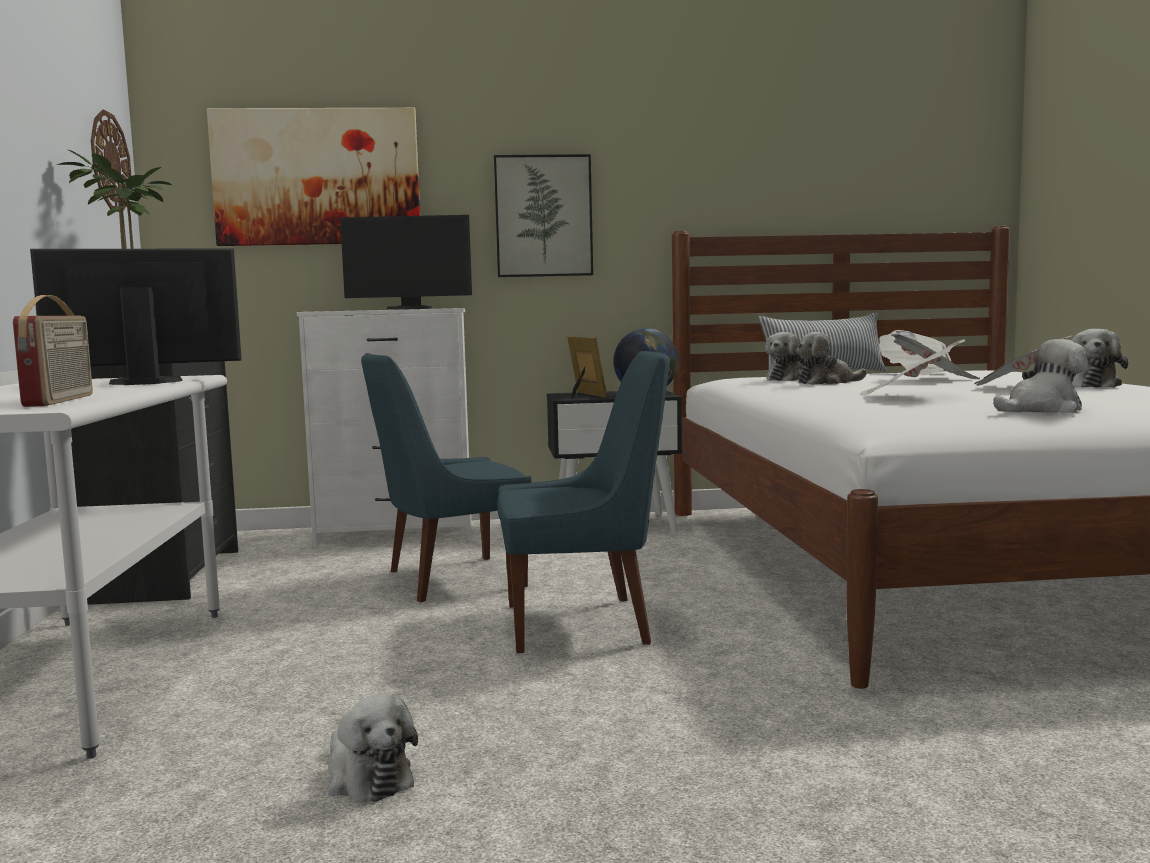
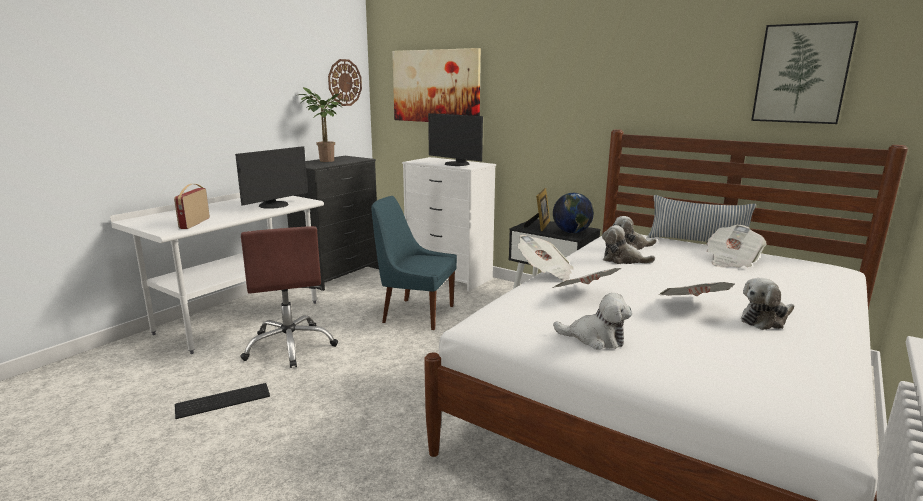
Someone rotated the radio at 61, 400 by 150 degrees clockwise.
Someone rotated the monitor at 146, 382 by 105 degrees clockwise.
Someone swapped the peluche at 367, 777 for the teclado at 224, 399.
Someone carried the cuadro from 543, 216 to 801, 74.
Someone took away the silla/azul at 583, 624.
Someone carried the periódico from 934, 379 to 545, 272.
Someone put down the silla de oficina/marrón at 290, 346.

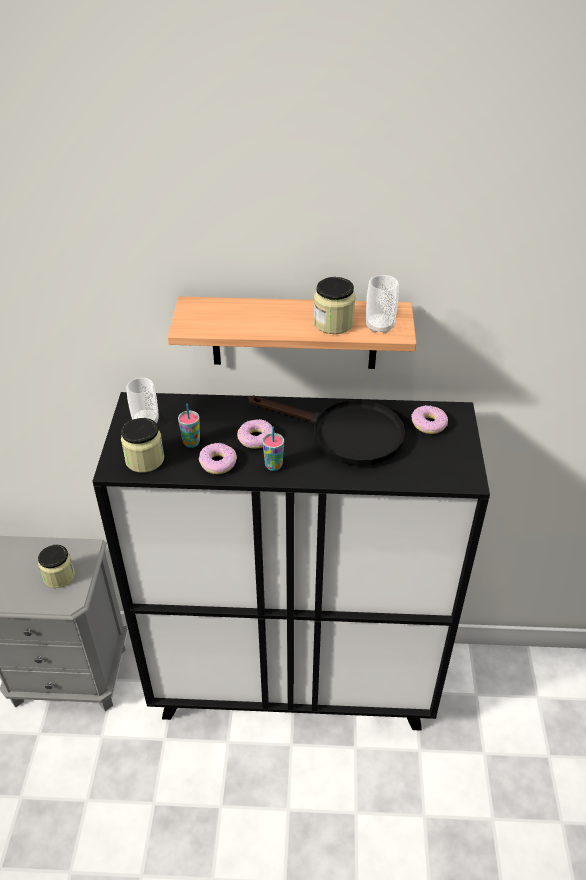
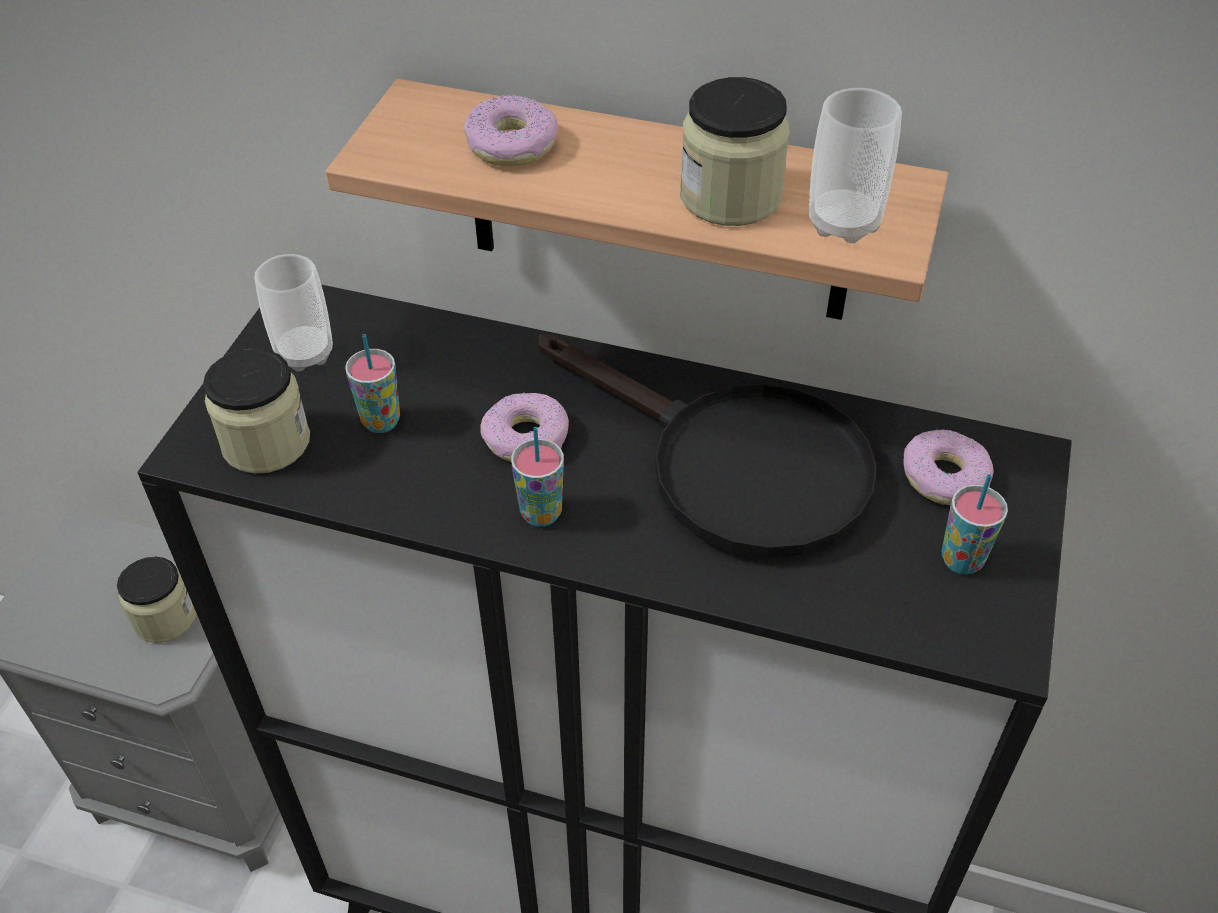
Someone carried the rosquilla from 218, 463 to 512, 144.
Someone put down the taza at 961, 560.

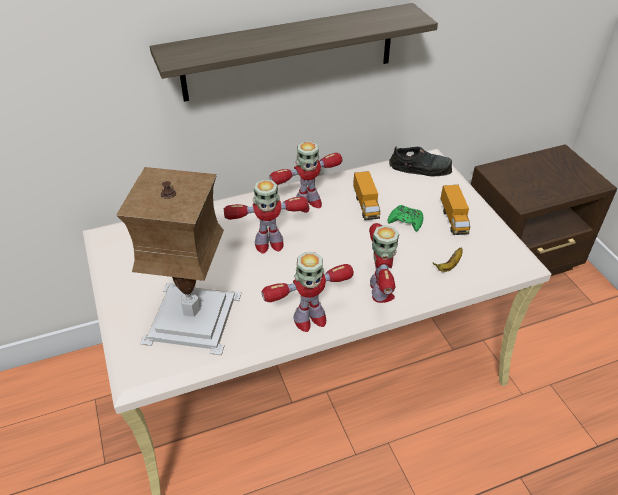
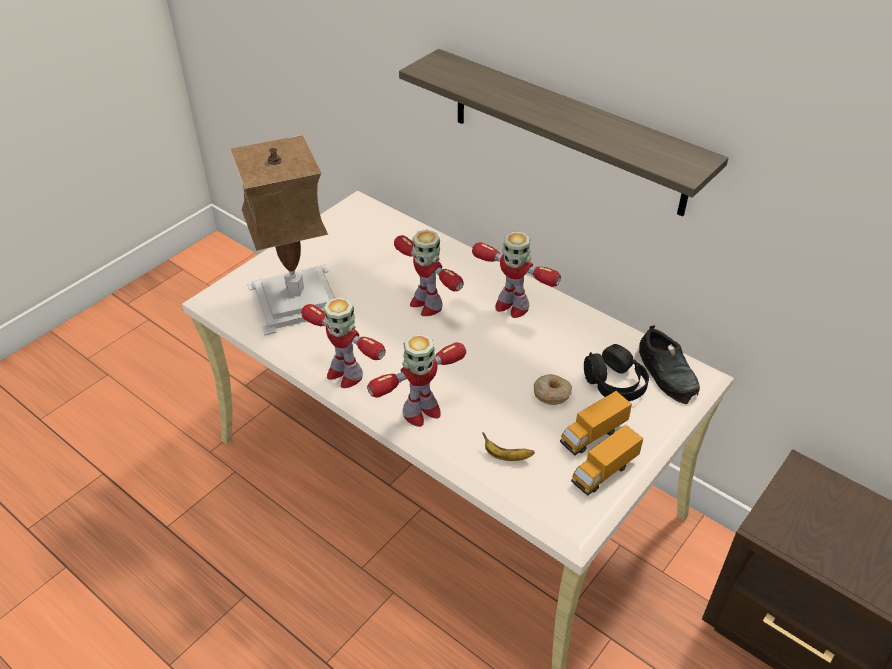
Someone carried the camión de juguete from 366, 205 to 604, 472.
Someone swapped the mando de consola/verde at 406, 221 for the rosquilla at 552, 393.
Someone put down the auriculares/negro at 615, 383.

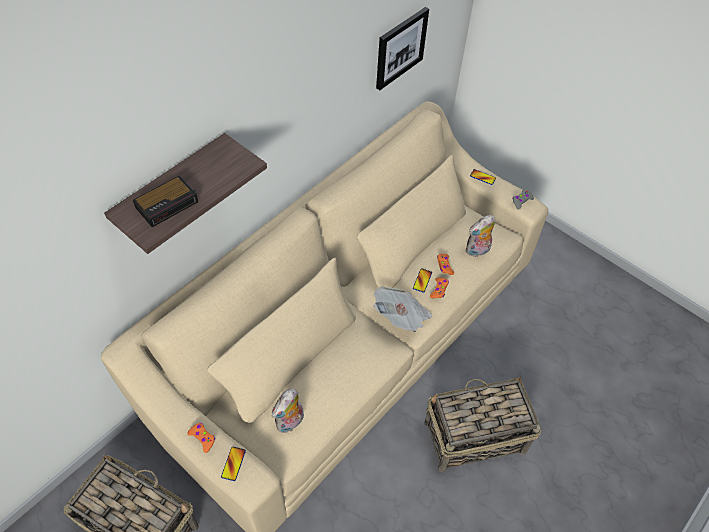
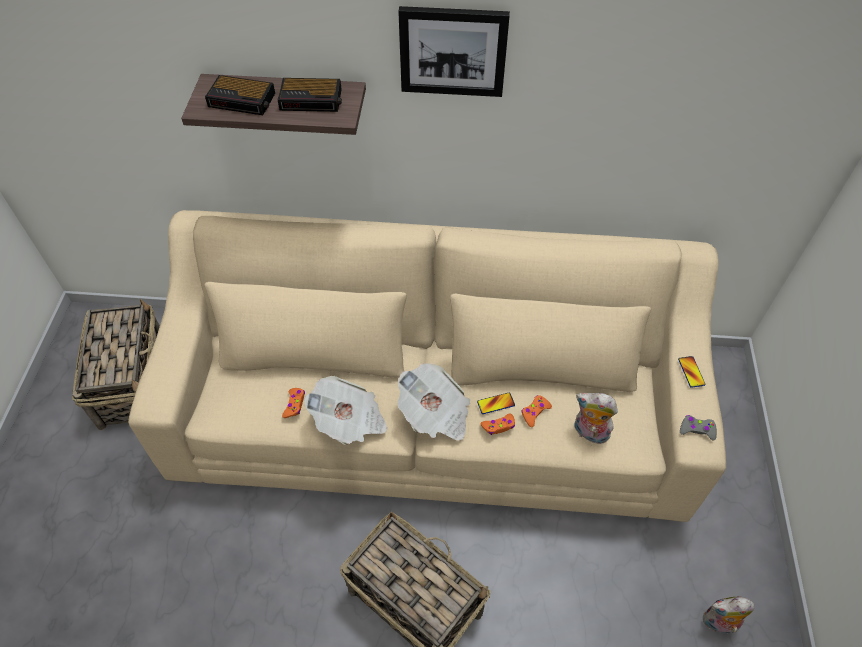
Someone carried the mando de consola/naranja from 202, 438 to 294, 404.
Someone took away the móvil at 233, 464.
Someone carried the peluche from 290, 423 to 718, 623.
Someone carried the cuadro from 400, 47 to 453, 51.
Someone put down the despertador at 312, 99.
Someone put down the periódico at 349, 421.

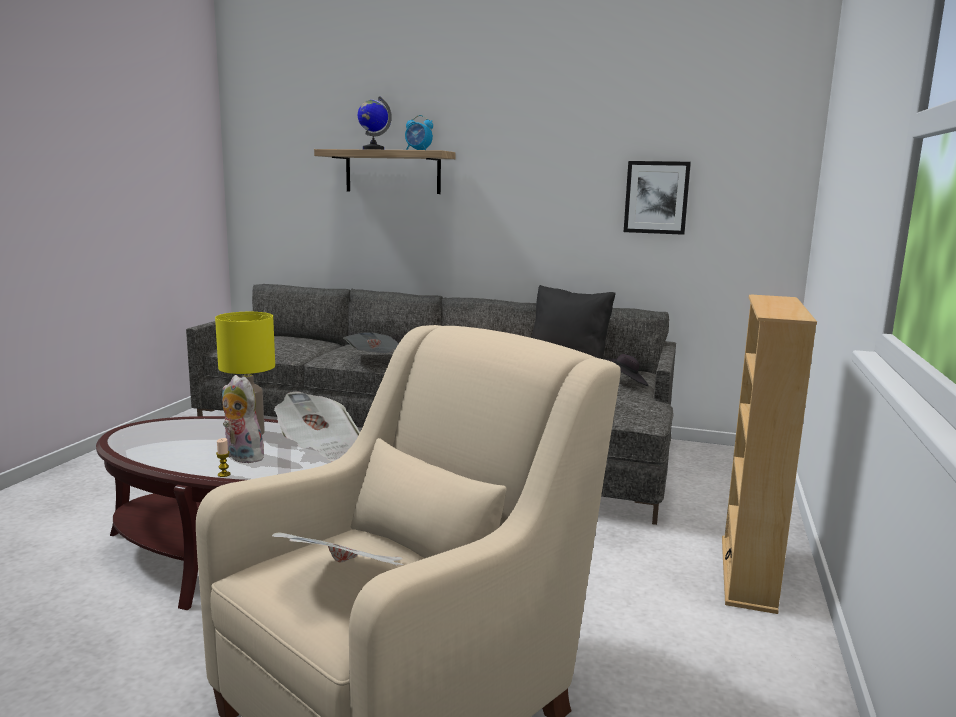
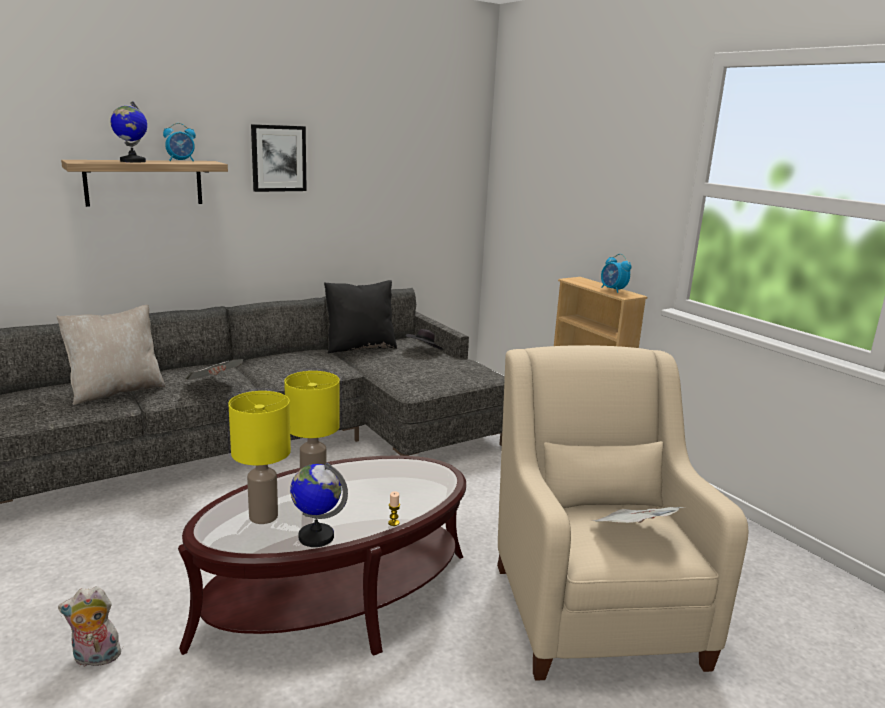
Someone carried the peluche from 241, 457 to 95, 659.
Someone took away the periódico at 320, 448.
Someone carried the cuadro from 656, 197 to 278, 158.
Someone put down the cojín/beis at 116, 391.
Someone put down the lámpara de mesa/amarillo at 263, 516.
Someone put down the globo terráqueo at 316, 536.
Someone put down the despertador at 613, 290.

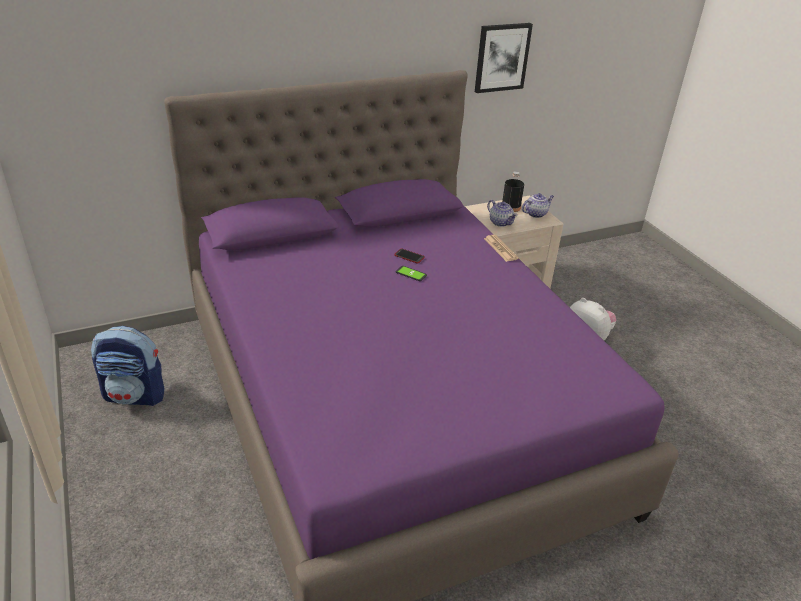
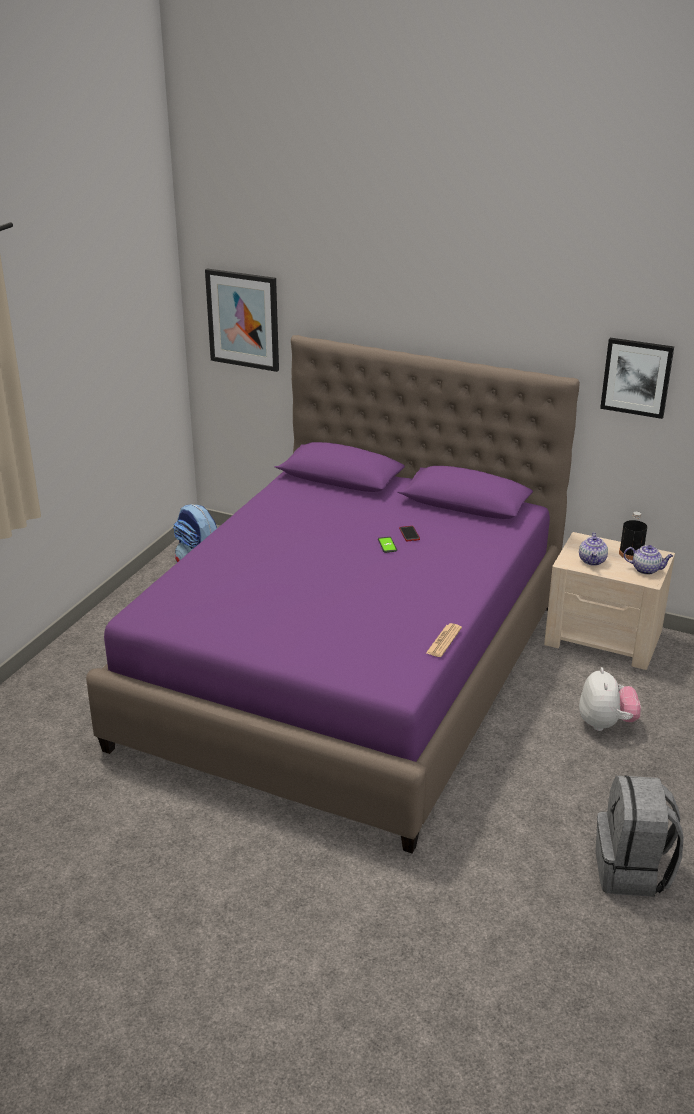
Someone carried the periódico from 500, 249 to 444, 641.
Someone put up the cuadro at 243, 319.
Someone put down the mochila/gris at 632, 871.

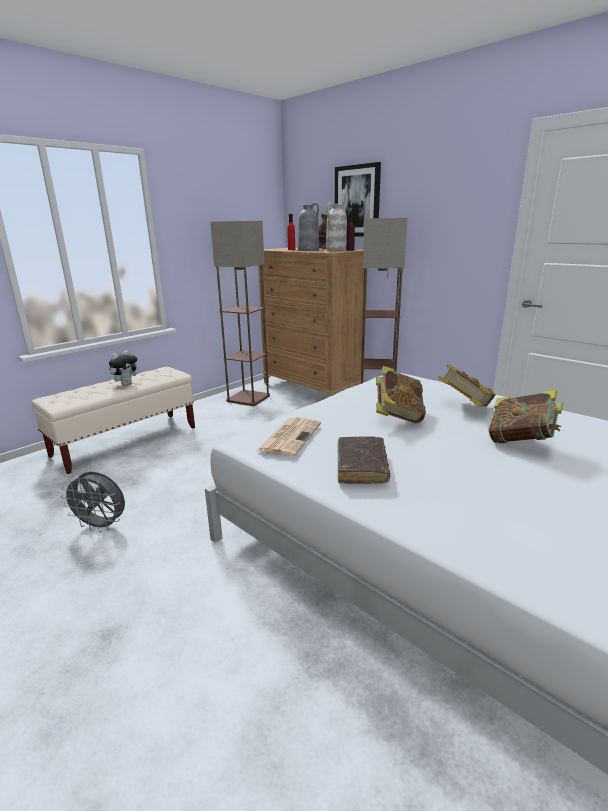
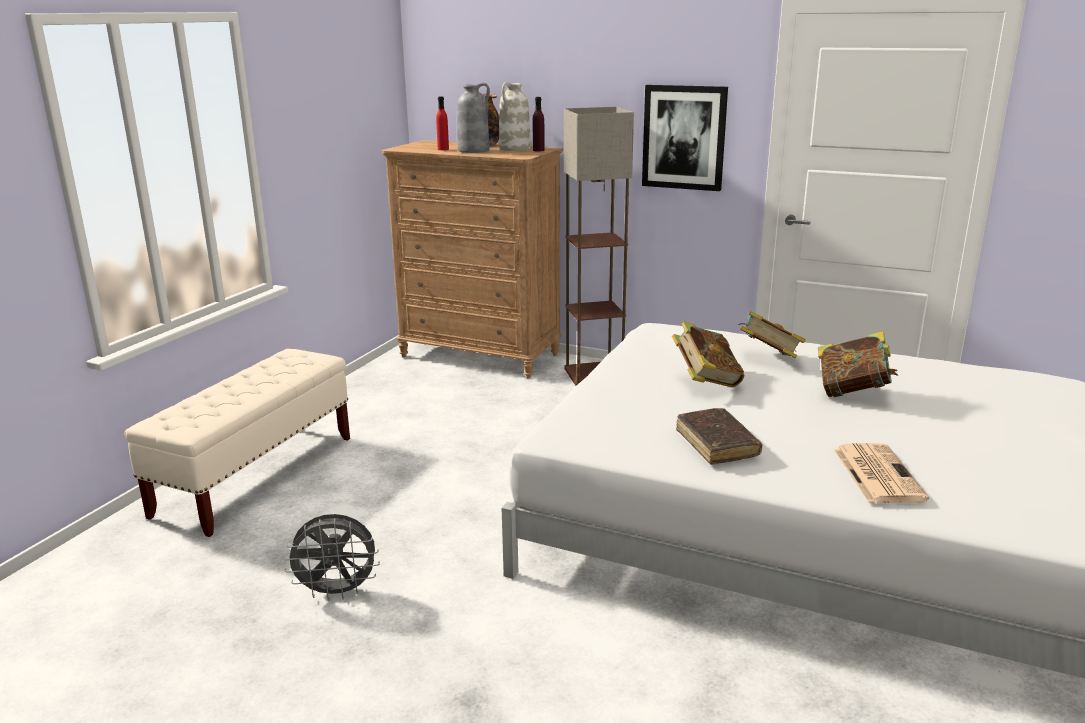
Someone took away the peluche at 126, 384.
Someone took away the lámpara de pie at 249, 398.
Someone carried the periódico from 290, 436 to 876, 473.
Someone carried the cuadro from 357, 201 to 684, 137.

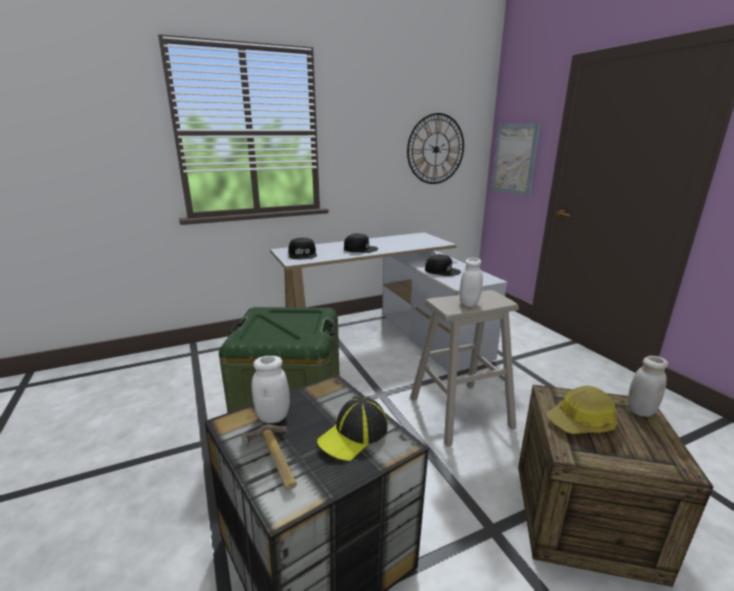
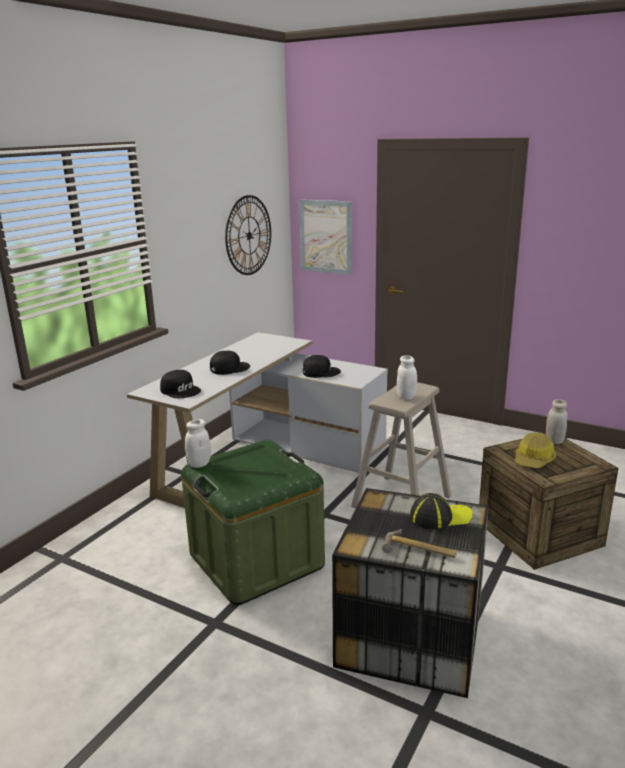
Someone carried the tarro/blanco from 273, 416 to 199, 464.
Someone rotated the gorra at 354, 434 by 105 degrees counterclockwise.

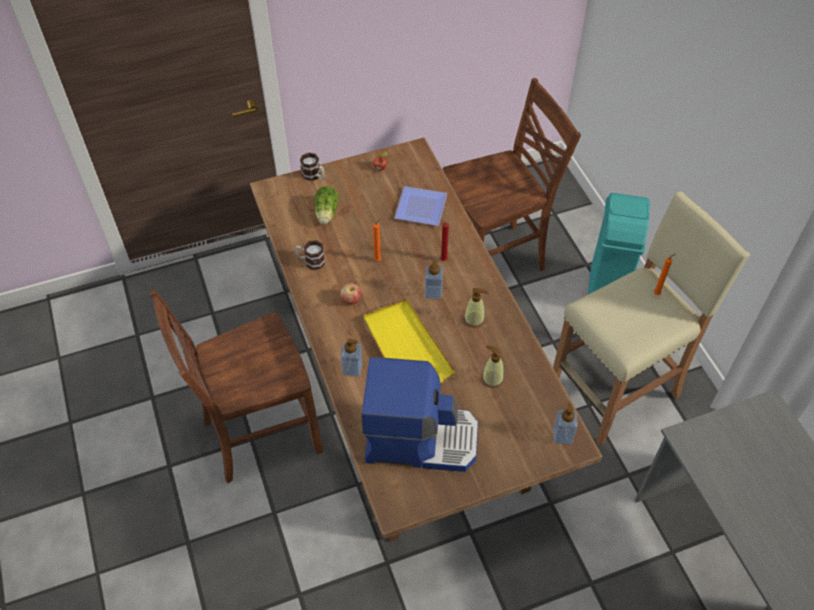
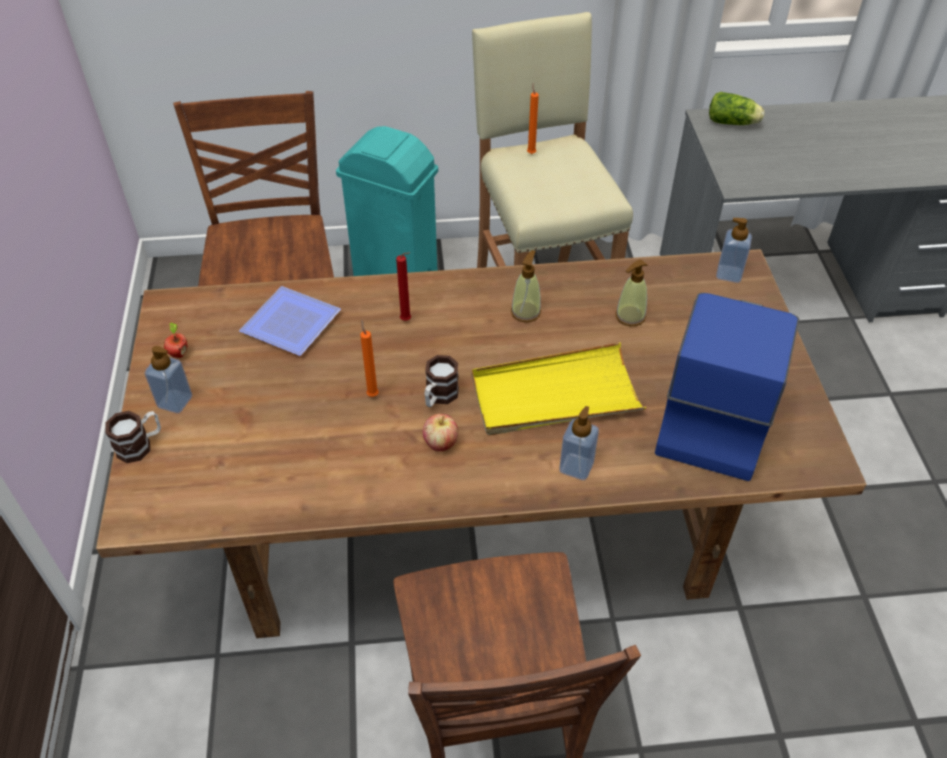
Someone carried the taza grande from 311, 261 to 439, 397.
Someone carried the lechuga from 326, 213 to 733, 123.
Someone carried the dispensador de jabón from 433, 292 to 175, 401.

